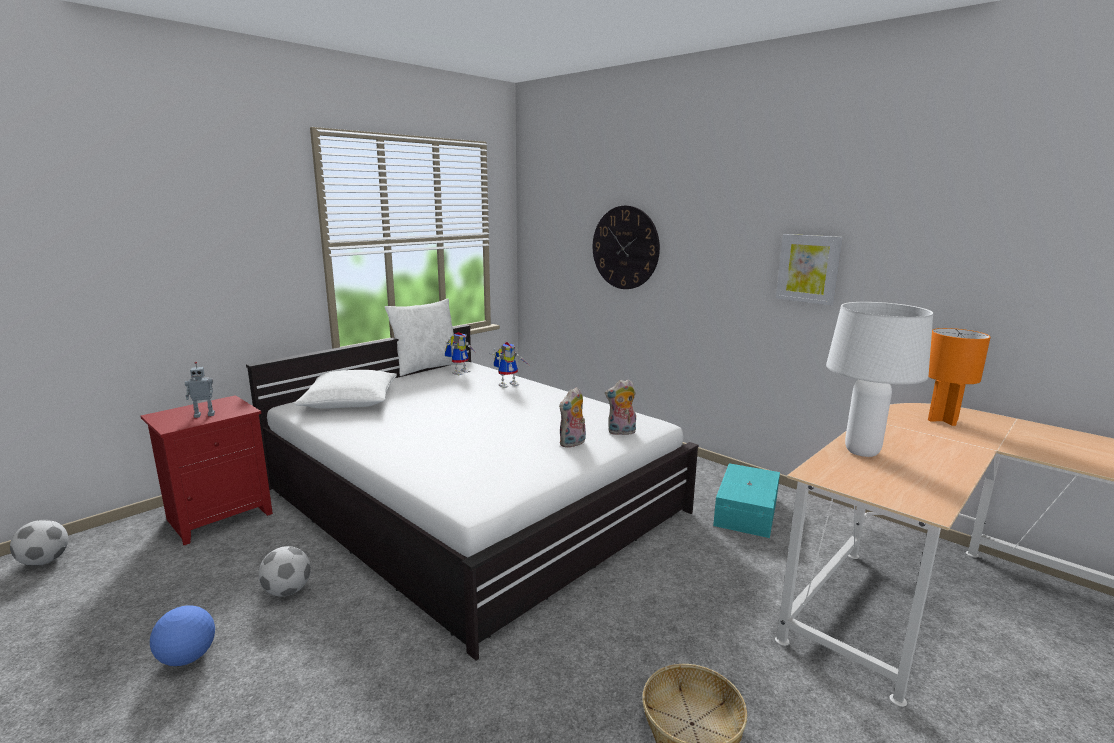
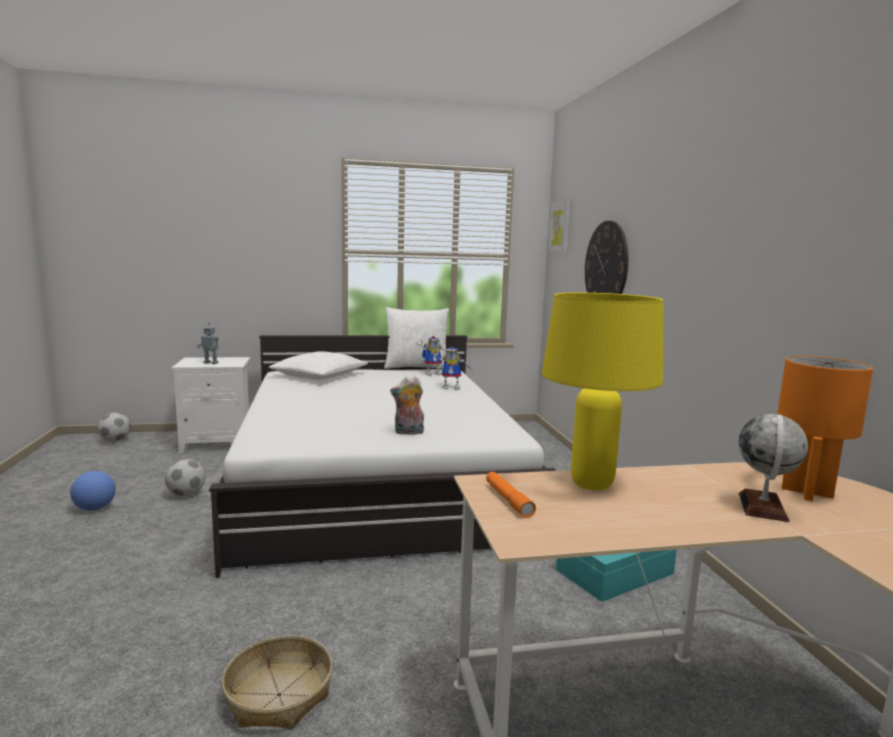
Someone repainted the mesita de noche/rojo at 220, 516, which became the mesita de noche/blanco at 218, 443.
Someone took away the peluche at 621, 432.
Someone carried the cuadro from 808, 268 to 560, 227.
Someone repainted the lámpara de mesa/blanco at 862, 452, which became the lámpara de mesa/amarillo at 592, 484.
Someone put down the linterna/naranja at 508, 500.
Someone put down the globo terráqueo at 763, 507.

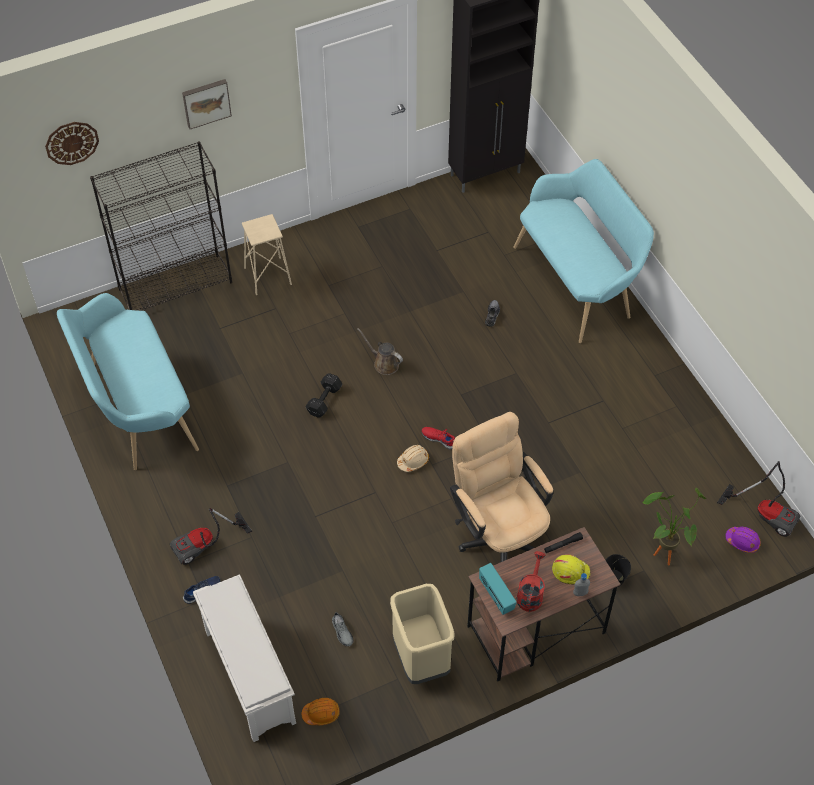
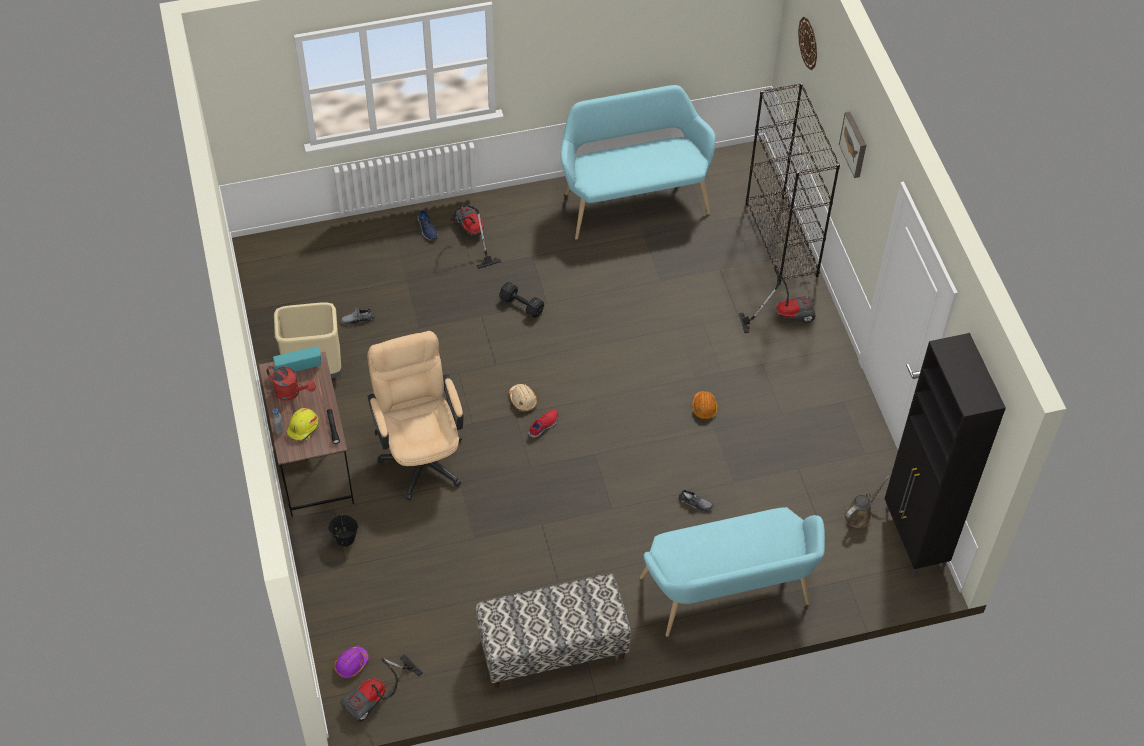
Someone took away the zapatero/blanco at 248, 675.
Someone swapped the taburete/beis at 268, 276 for the aspiradora at 783, 315.
Someone carried the casco/naranja from 321, 713 to 704, 407.
Someone carried the mancuerna/negro from 325, 400 to 522, 306.
Someone carried the regadera/marrón from 384, 363 to 859, 514.
Someone rotated the silla de oficina/beis at 499, 535 by 90 degrees counterclockwise.
Someone took away the planta en maceta at 663, 552.
Someone put down the banco at 552, 648.

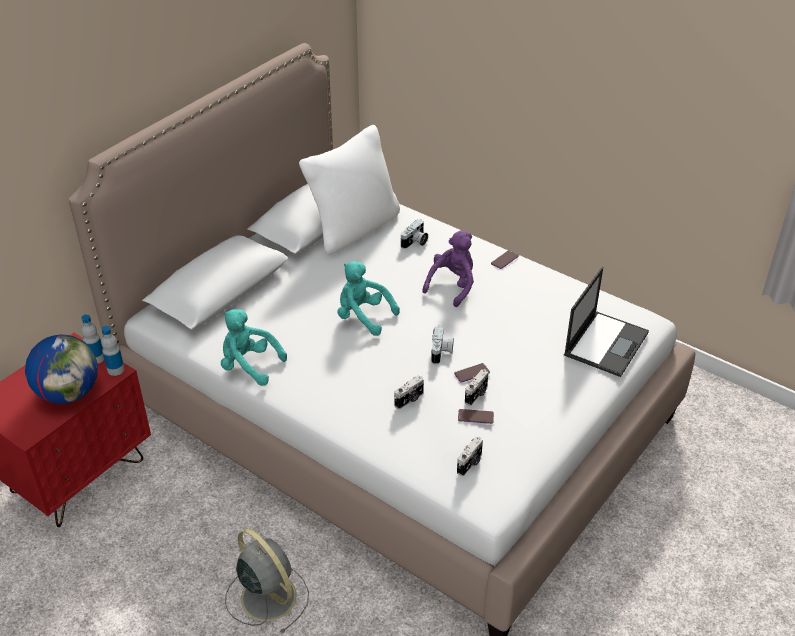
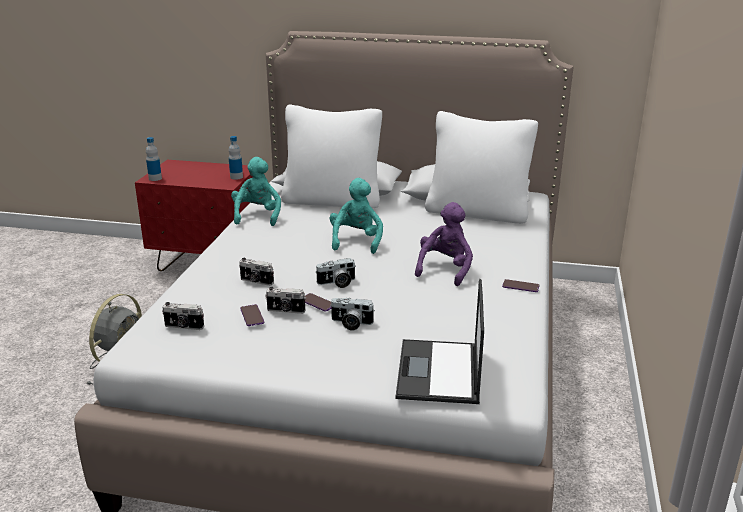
Someone took away the globo terráqueo at 69, 393.
Someone carried the botella from 116, 369 to 155, 178.
Someone carried the cámara from 415, 242 to 351, 323.
Someone rotated the peluche/morado at 452, 286 by 75 degrees counterclockwise.
Someone rotated the portátil at 606, 343 by 90 degrees clockwise.
Someone put down the cojín/blanco at 332, 200.

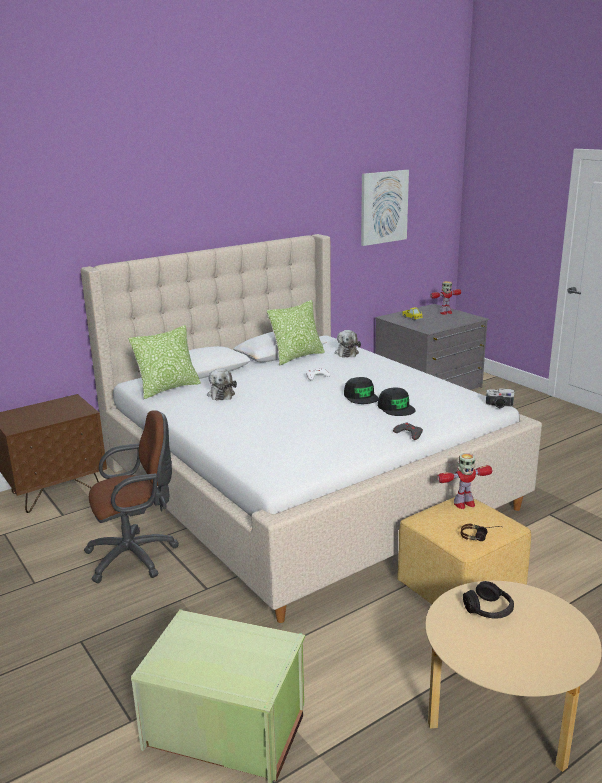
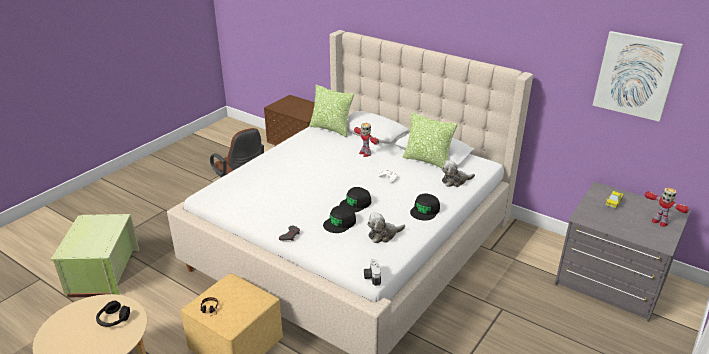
Someone carried the peluche from 221, 394 to 383, 235.
Someone carried the robot de juguete from 463, 504 to 365, 153.
Someone put down the gorra/negro at 425, 210.

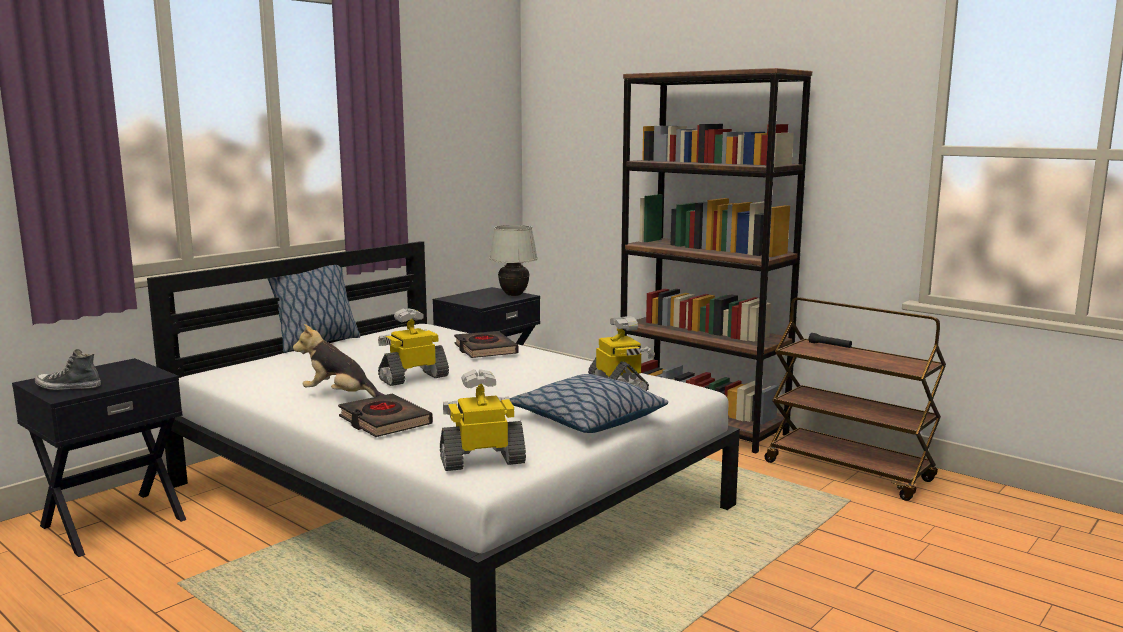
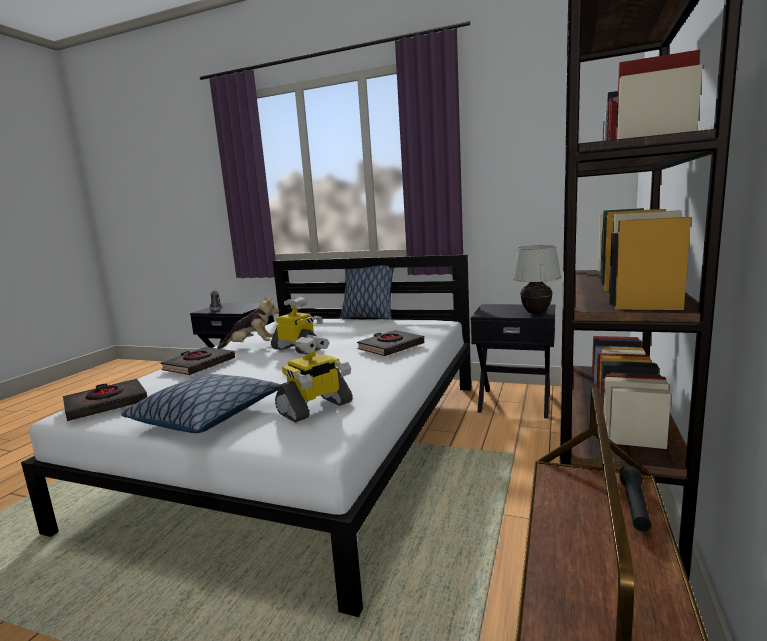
Someone rotated the peluche at 340, 396 by 90 degrees clockwise.
Someone swapped the robot de juguete at 482, 460 for the libro/negro at 106, 404.

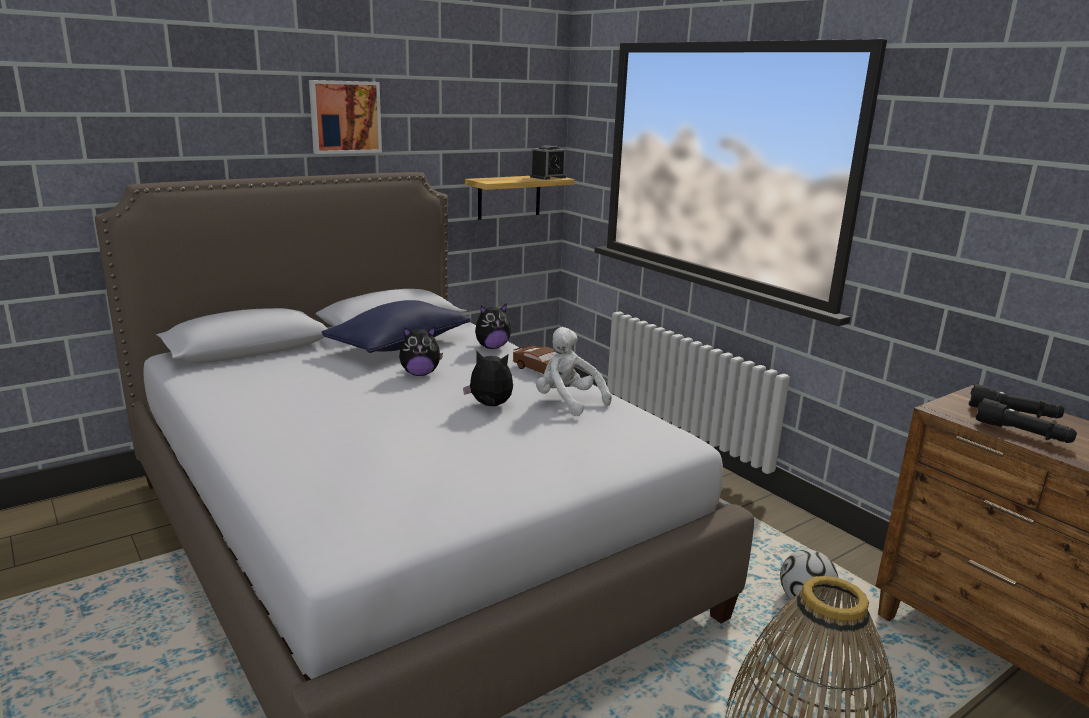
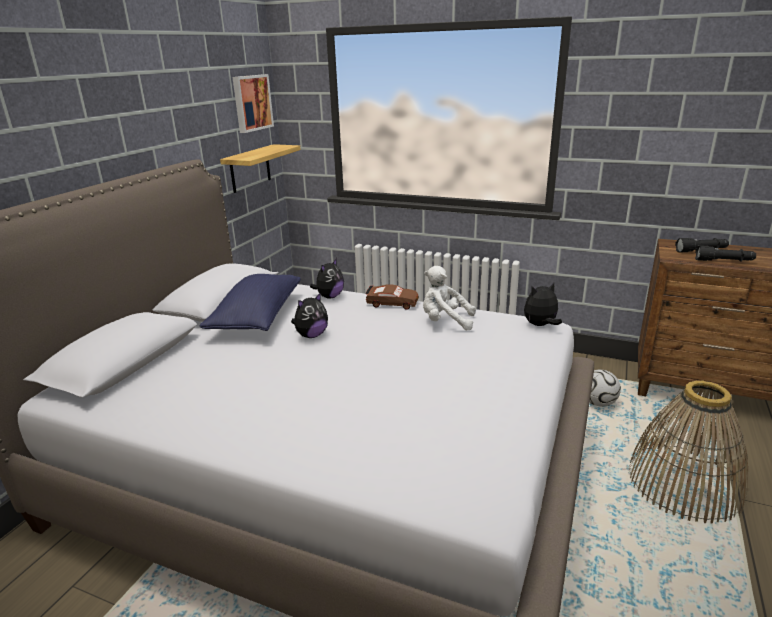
Someone carried the cuadro from 345, 117 to 251, 103.
Someone carried the peluche from 490, 406 to 540, 325.
Someone took away the despertador at 548, 177.

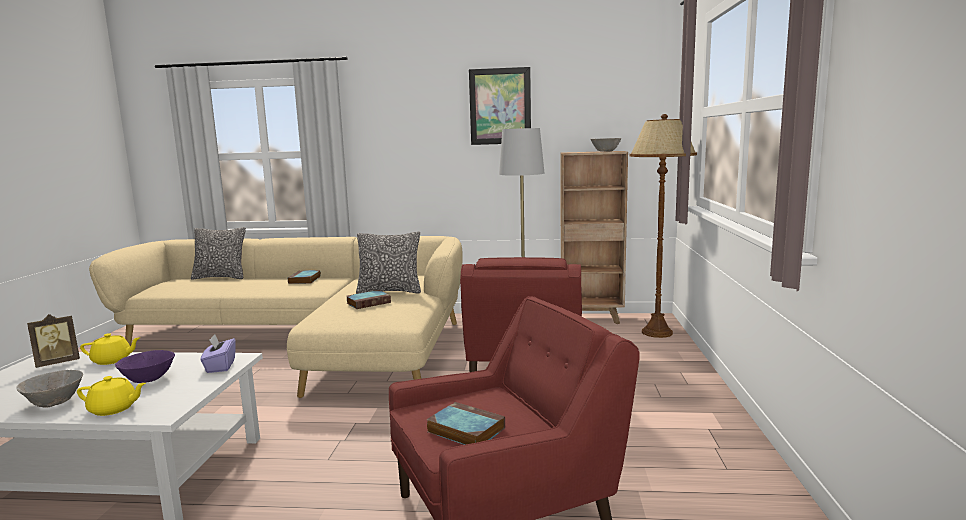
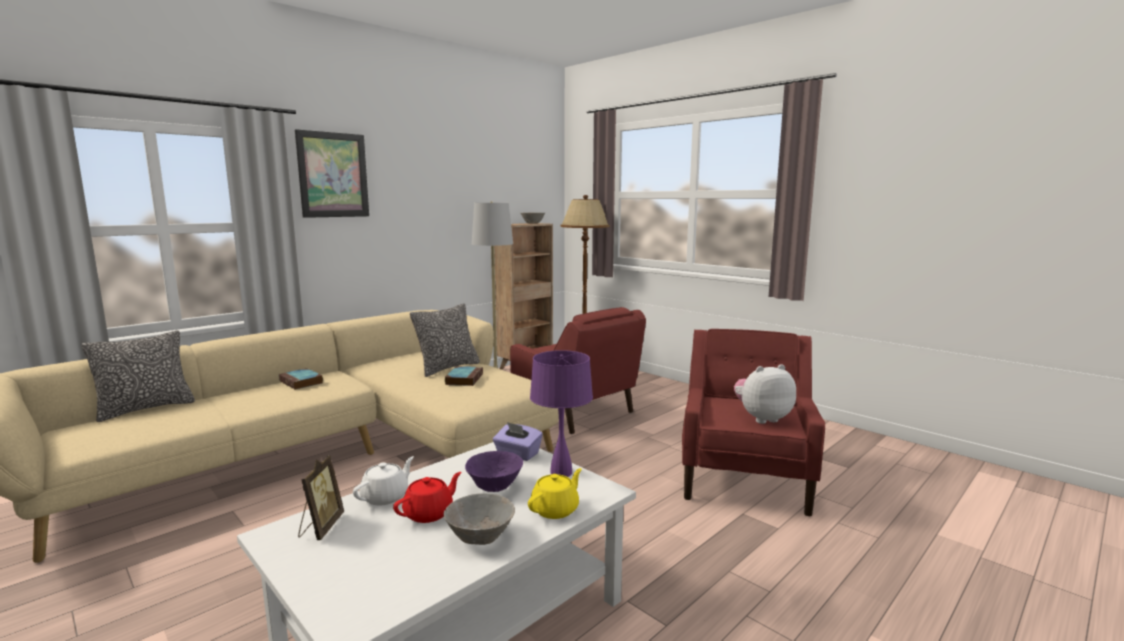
Someone repainted the tetera/amarillo at 112, 360, which became the tetera/blanco at 386, 497.
Someone swapped the libro at 464, 430 for the peluche at 761, 418.
Someone carried the cuadro from 500, 106 to 333, 175.
Someone put down the tetera/rojo at 429, 513.
Someone put down the lámpara de mesa/morado at 561, 472.

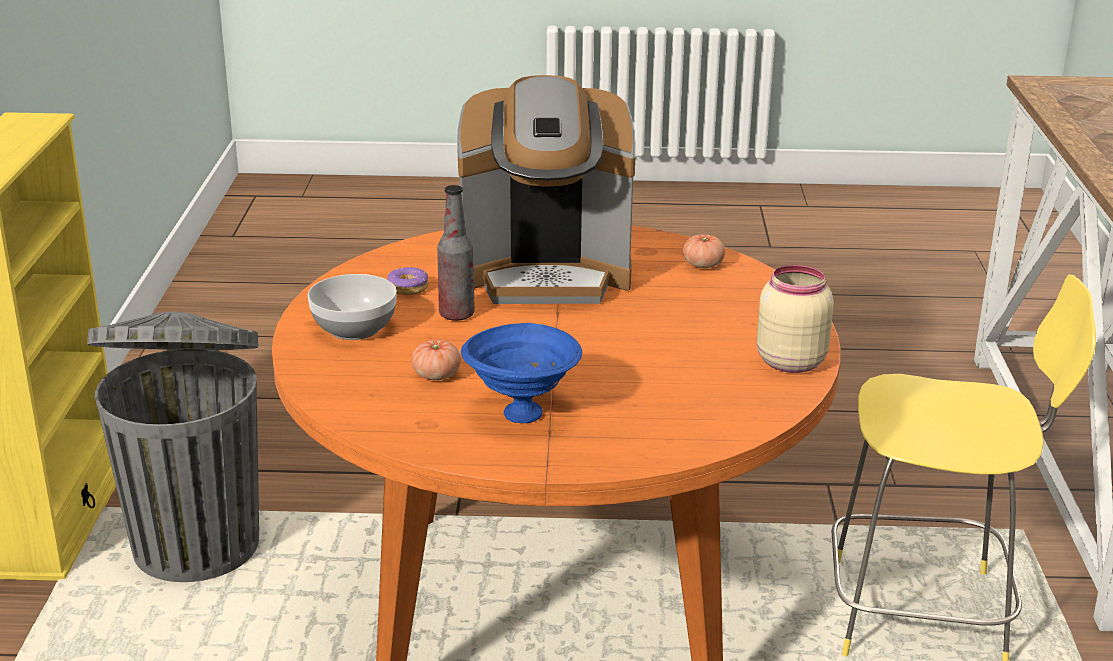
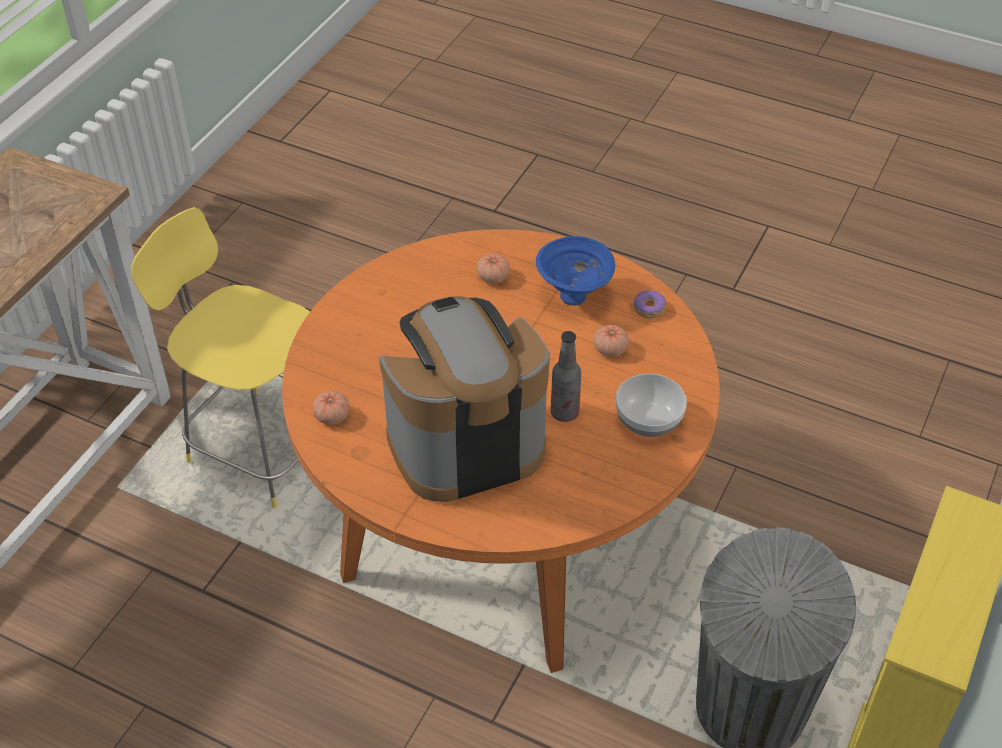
Someone carried the rosquilla from 408, 288 to 649, 309.
Someone rotated the cafetera at 546, 274 by 45 degrees counterclockwise.
Someone took away the tarro/beis at 789, 361.
Someone put down the tomate at 493, 277.

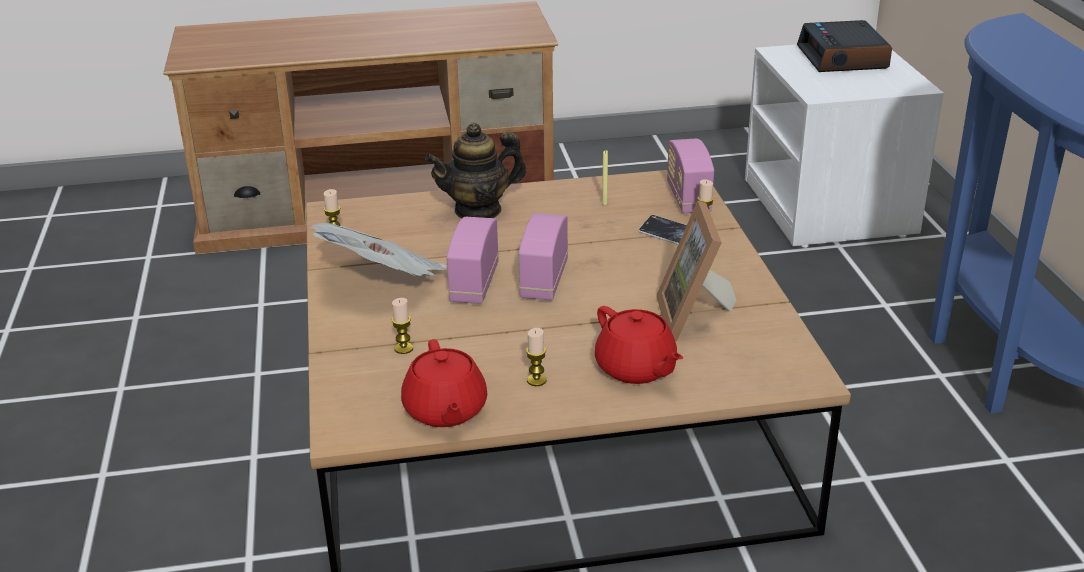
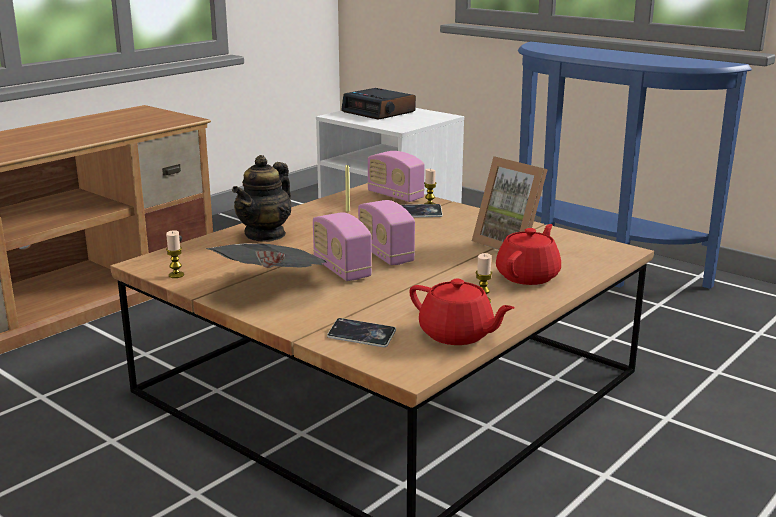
Someone took away the vela at 403, 348.
Someone rotated the tetera/rojo at 636, 369 by 75 degrees counterclockwise.
Someone put down the móvil at 361, 337.

